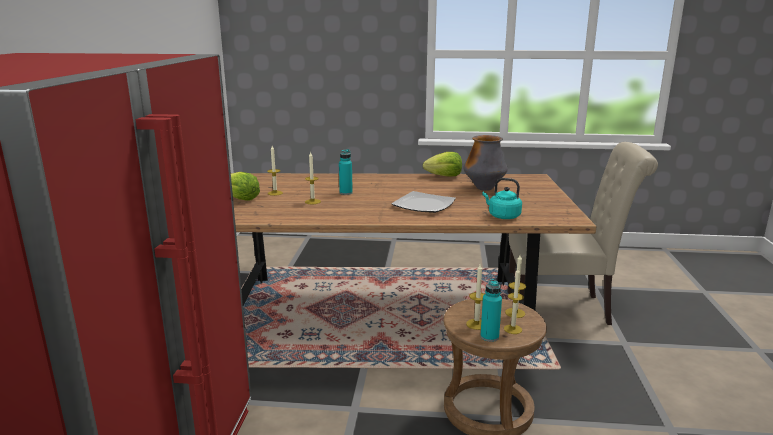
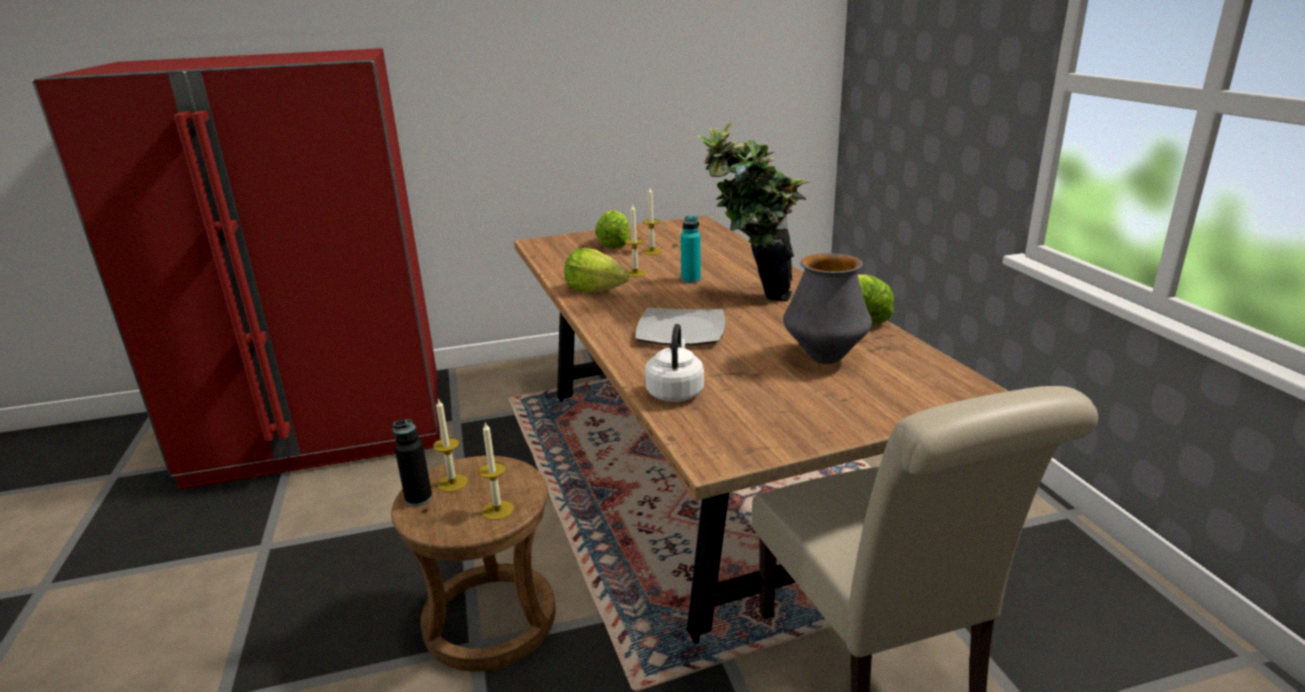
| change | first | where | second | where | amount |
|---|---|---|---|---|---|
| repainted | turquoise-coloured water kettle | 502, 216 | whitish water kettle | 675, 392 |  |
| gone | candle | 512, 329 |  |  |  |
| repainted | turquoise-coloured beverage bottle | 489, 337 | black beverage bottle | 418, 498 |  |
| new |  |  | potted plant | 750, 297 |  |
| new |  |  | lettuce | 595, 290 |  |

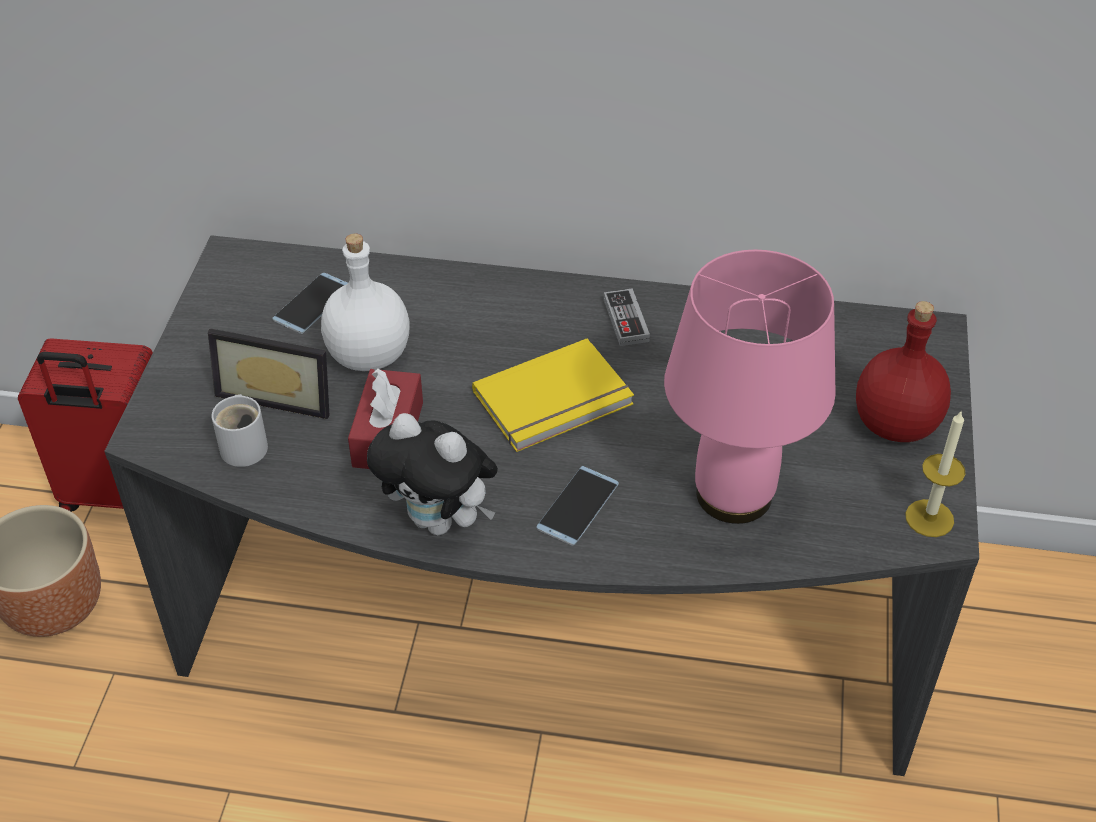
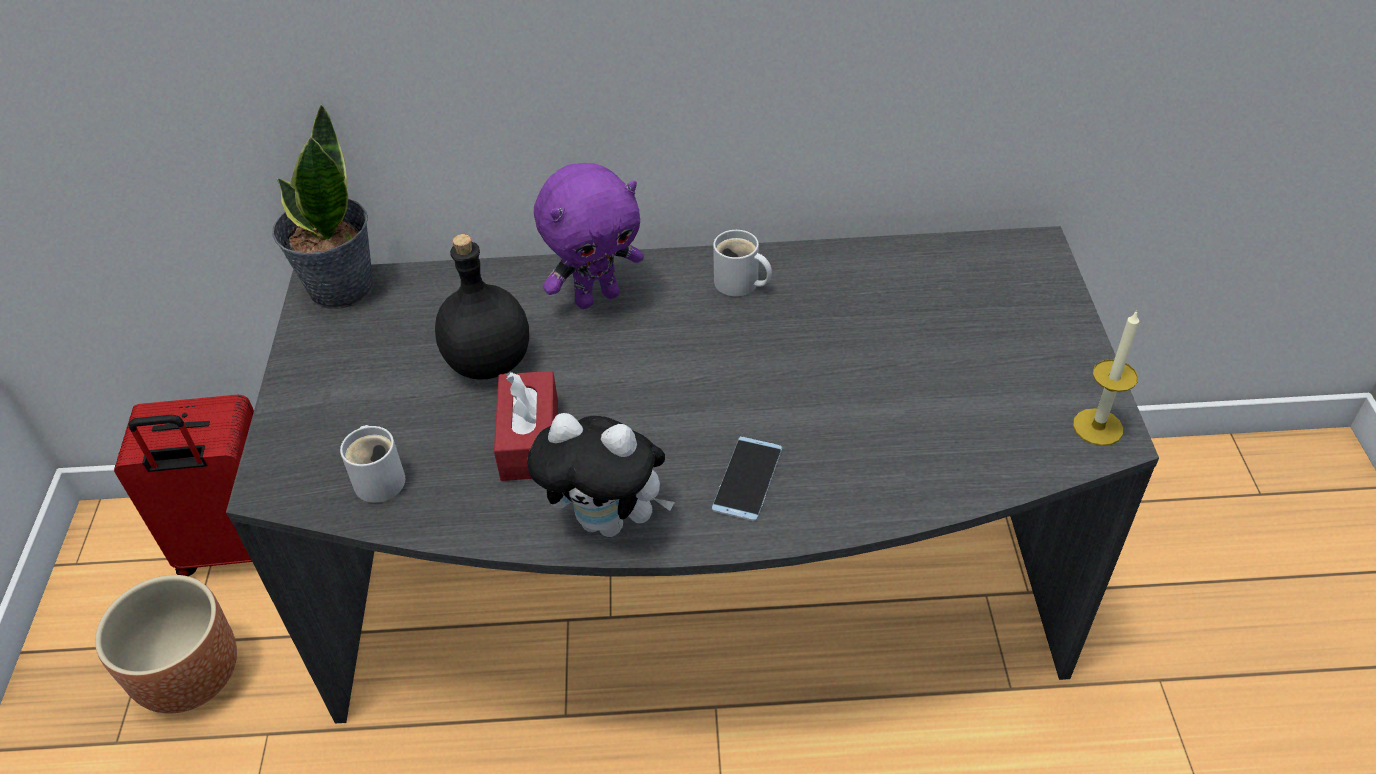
| change | first | where | second | where | amount |
|---|---|---|---|---|---|
| repainted | whitish beverage bottle | 367, 355 | black beverage bottle | 487, 362 |  |
| gone | pinkish lamp for a table | 732, 494 |  |  |  |
| gone | phone | 313, 303 |  |  |  |
| swapped | joypad | 626, 320 | whitish coffee mug | 739, 284 |  |
| gone | red beverage bottle | 896, 423 |  |  |  |
| gone | picture frame | 279, 392 |  |  |  |
| gone | yellow-coloured bound book | 555, 401 |  |  |  |
| new |  |  | potted plant | 340, 287 |  |
| new |  |  | purplish soft toy | 597, 297 |  |

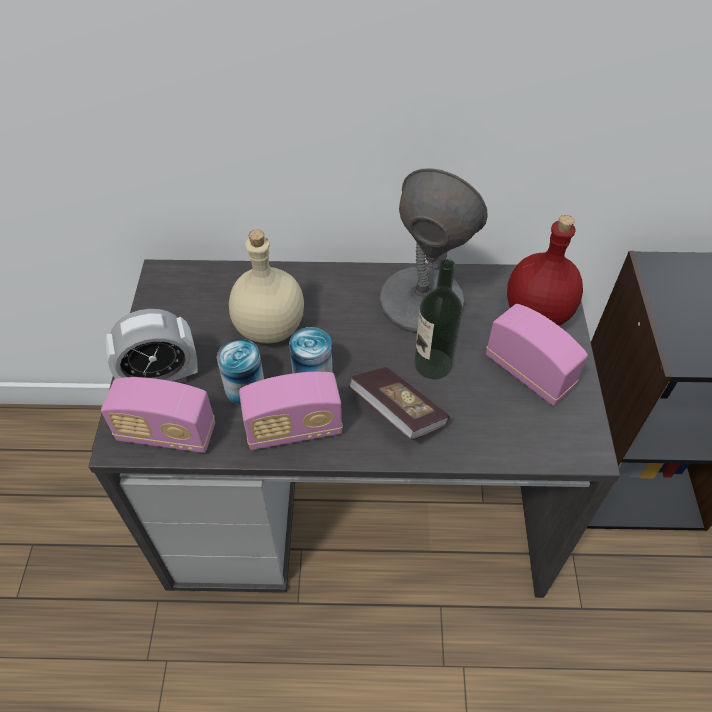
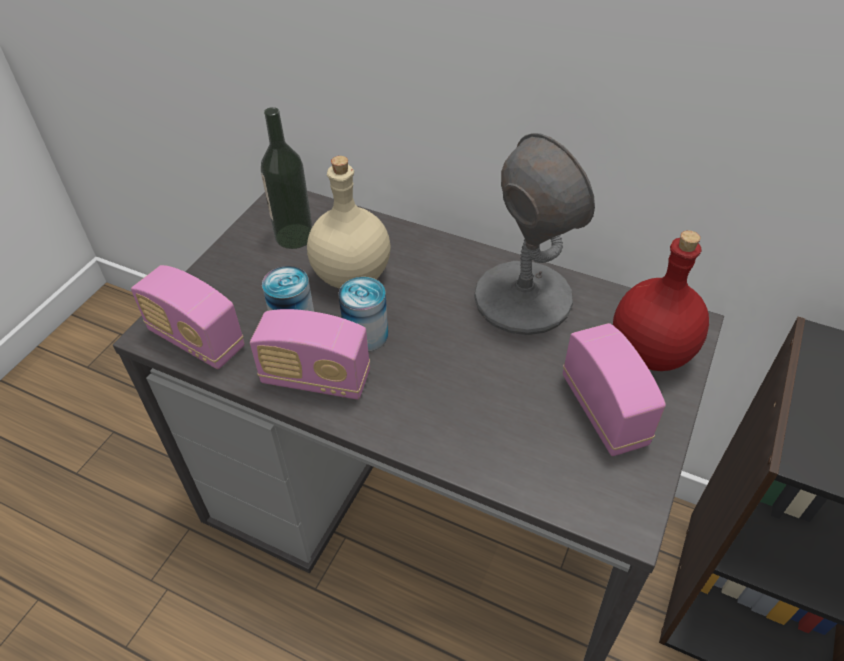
| change | first | where | second | where | amount |
|---|---|---|---|---|---|
| shifted | beverage bottle | 433, 364 |  | 294, 236 |  |
| gone | alarm clock | 161, 377 |  |  |  |
| gone | bound book | 397, 412 |  |  |  |

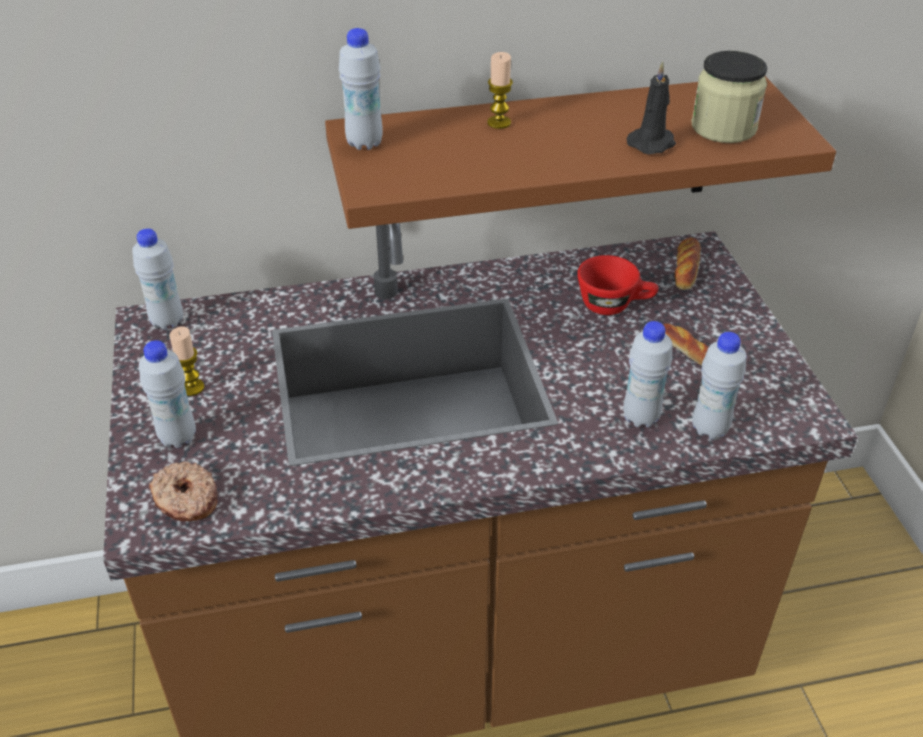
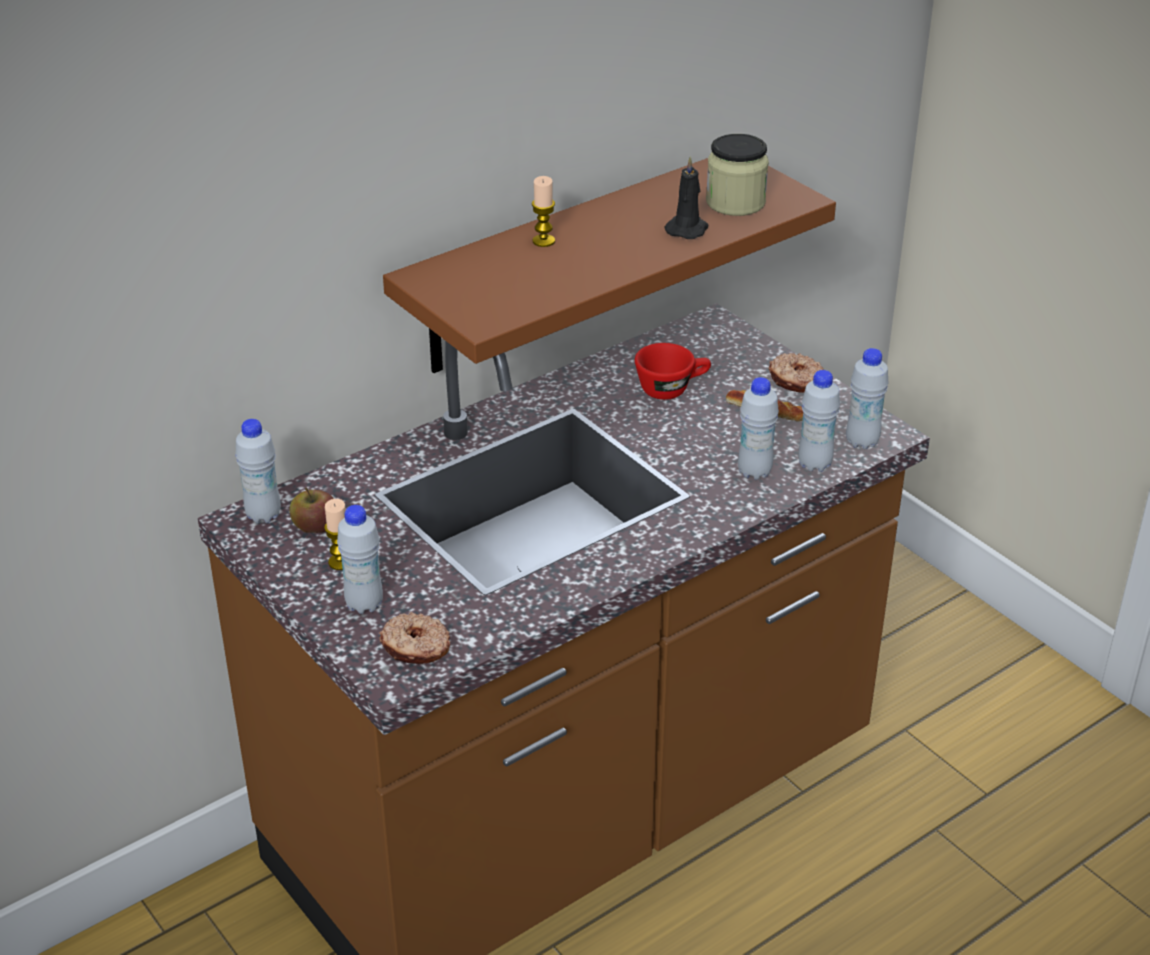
| change | first | where | second | where | amount |
|---|---|---|---|---|---|
| shifted | whitish beverage bottle | 364, 143 |  | 862, 442 |  |
| gone | bakery bread | 686, 268 |  |  |  |
| new |  |  | ring doughnut | 796, 381 |  |
| new |  |  | whole apple | 315, 527 |  |

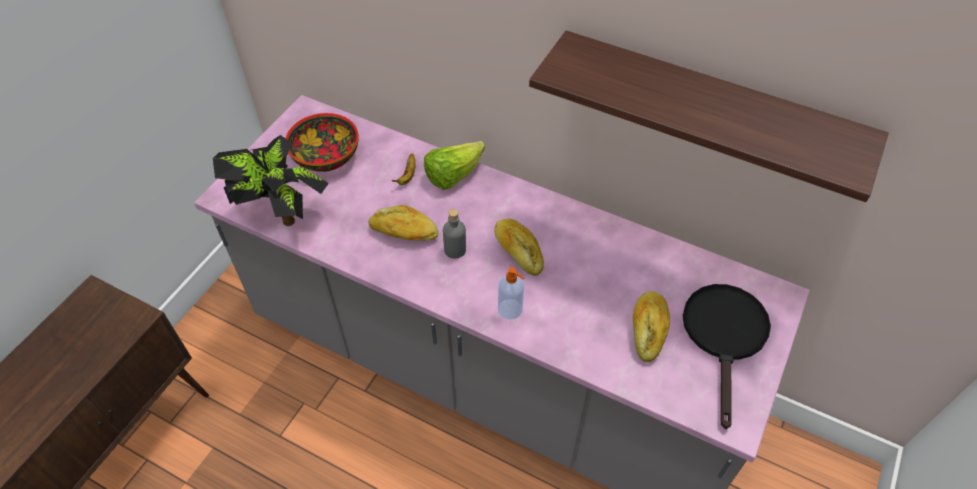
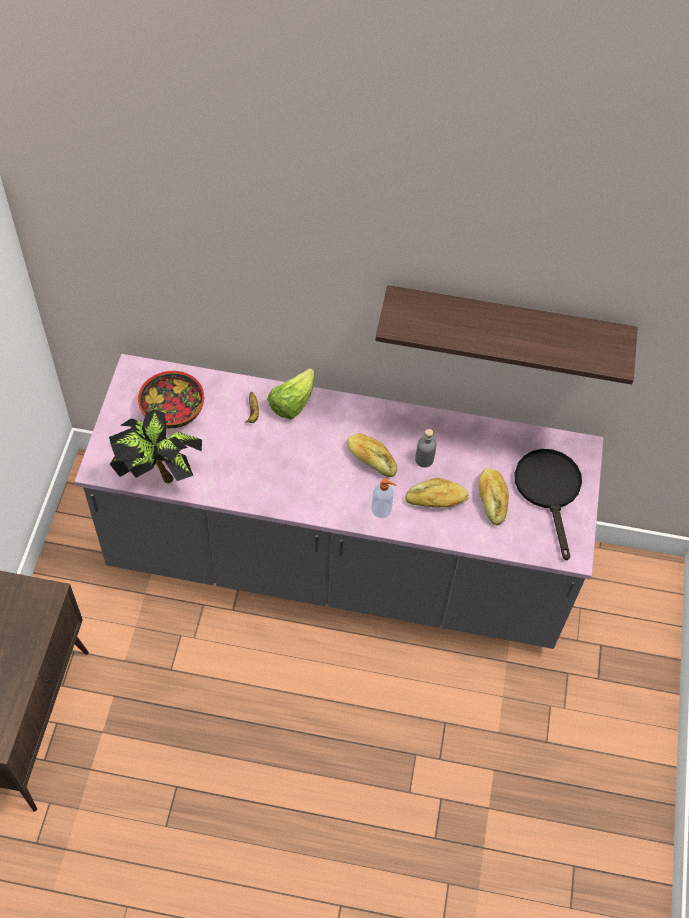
| change | first | where | second | where | amount |
|---|---|---|---|---|---|
| shifted | bakery bread | 404, 232 |  | 436, 500 |  |
| shifted | grey beverage bottle | 455, 250 |  | 424, 459 |  |

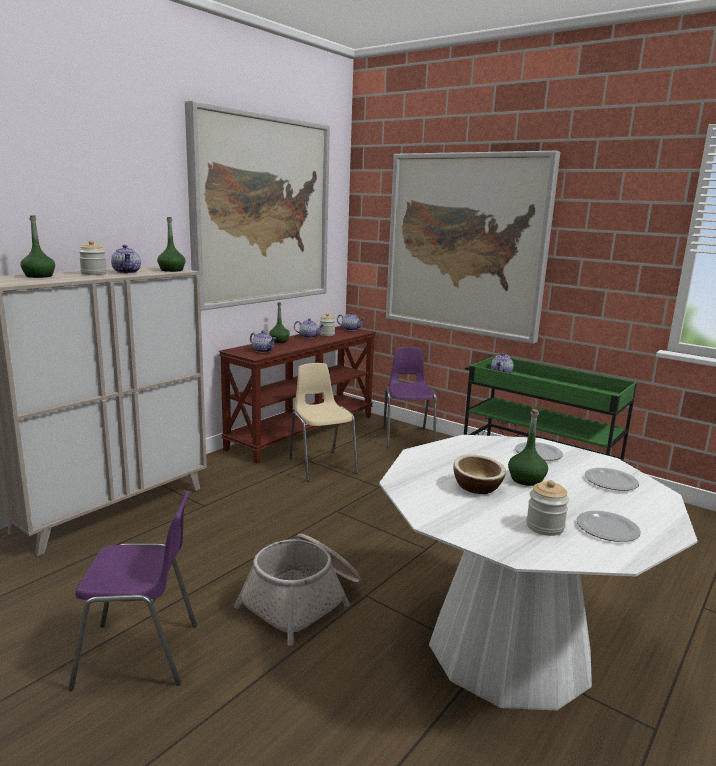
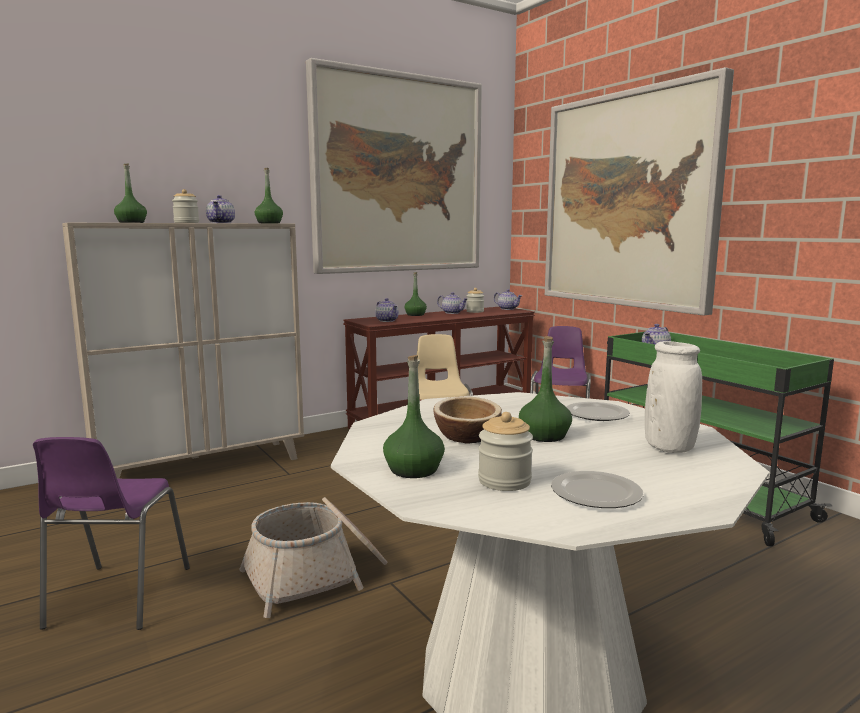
| change | first | where | second | where | amount |
|---|---|---|---|---|---|
| swapped | flat dish | 610, 481 | whitish flower vase | 669, 448 |  |
| rotated | purplish upright chair | 141, 655 |  | 116, 598 | 75 degrees clockwise |
| new |  |  | greenish beverage bottle | 413, 470 |  |

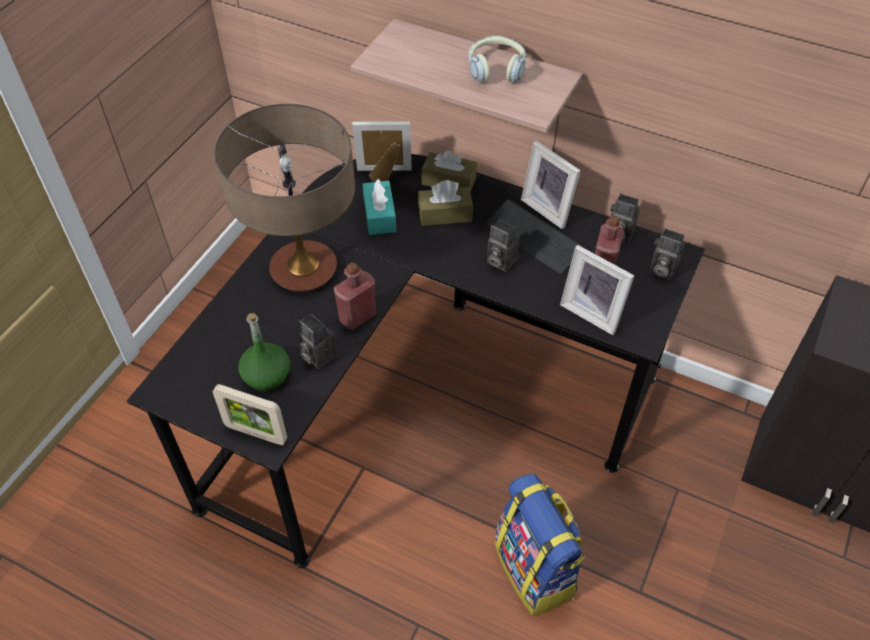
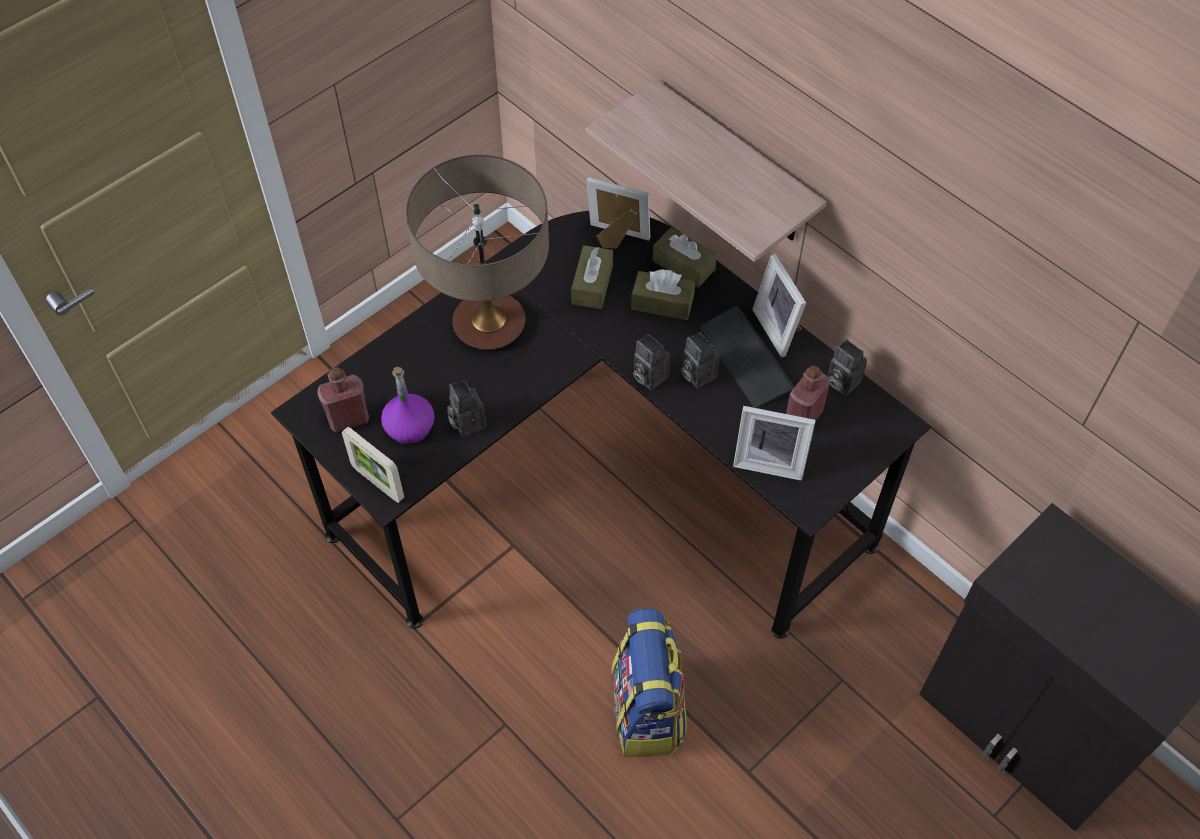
| change | first | where | second | where | amount |
|---|---|---|---|---|---|
| gone | pair of headphones | 496, 68 |  |  |  |
| repainted | turquoise-coloured tissue holder | 379, 215 | brownish tissue holder | 592, 285 |  |
| shifted | still camera | 661, 269 |  | 648, 376 |  |
| rotated | picture frame | 593, 311 |  | 769, 461 | 45 degrees counterclockwise |
| shifted | red beverage bottle | 357, 317 |  | 348, 419 |  |
| repainted | greenish beverage bottle | 267, 375 | purplish beverage bottle | 410, 427 |  |

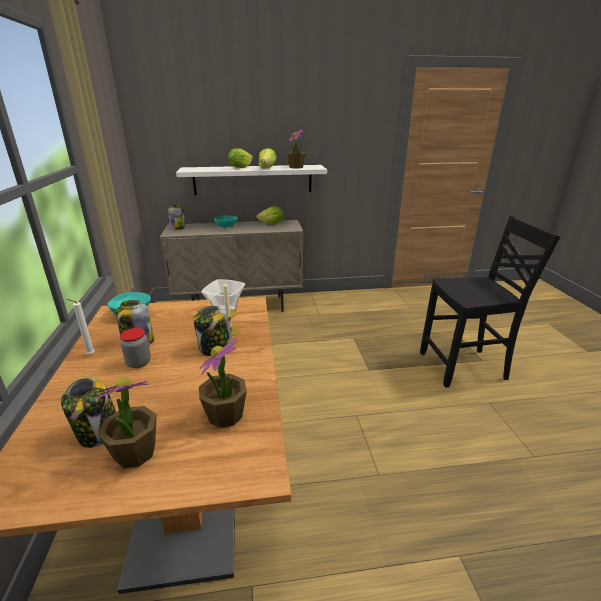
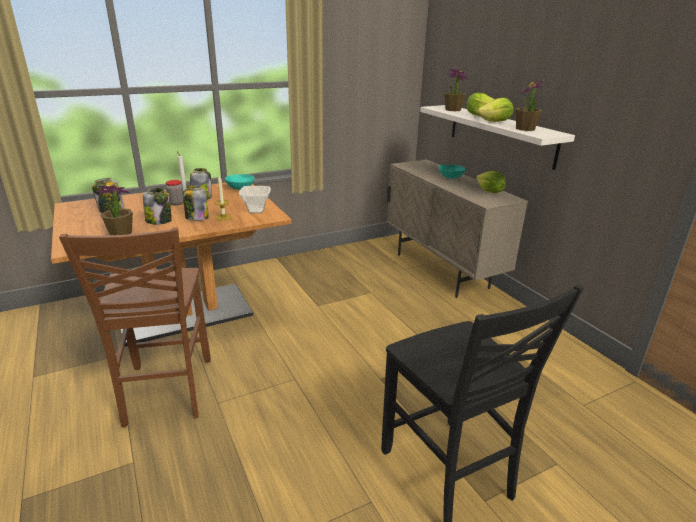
| change | first | where | second | where | amount |
|---|---|---|---|---|---|
| shifted | storage jar | 177, 228 |  | 159, 220 |  |
| shifted | potted plant | 135, 453 |  | 453, 110 |  |
| new |  |  | brownish upright chair | 166, 392 |  |

